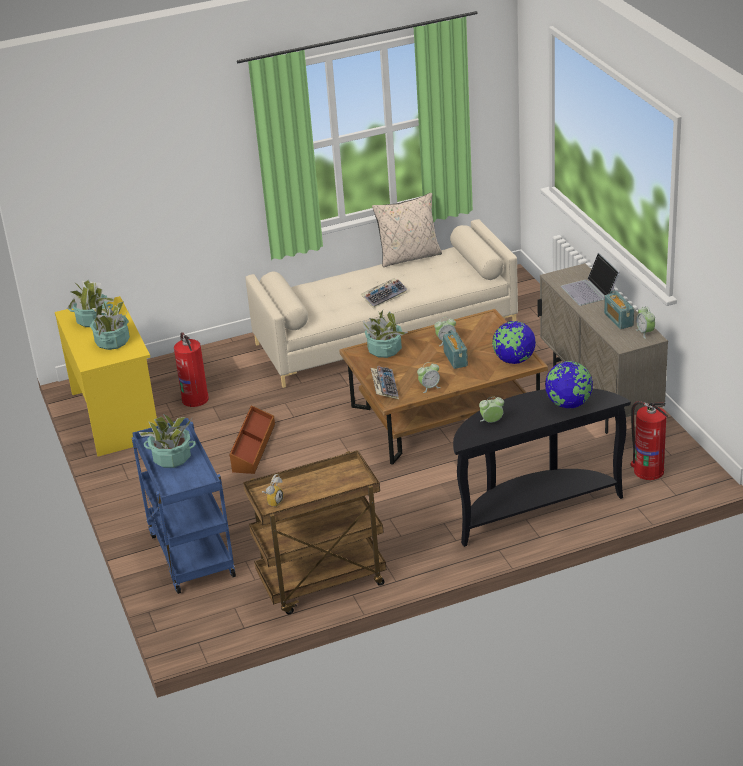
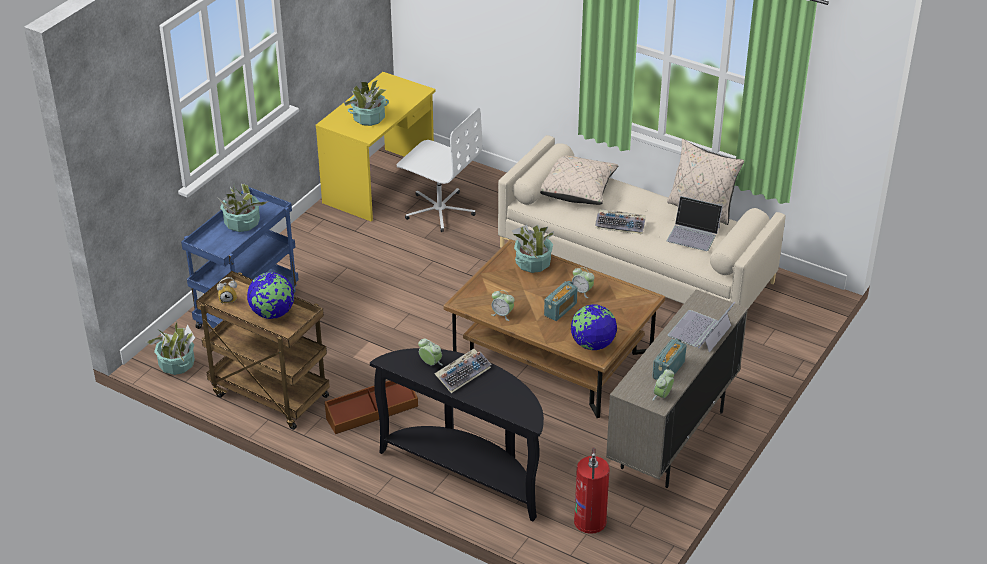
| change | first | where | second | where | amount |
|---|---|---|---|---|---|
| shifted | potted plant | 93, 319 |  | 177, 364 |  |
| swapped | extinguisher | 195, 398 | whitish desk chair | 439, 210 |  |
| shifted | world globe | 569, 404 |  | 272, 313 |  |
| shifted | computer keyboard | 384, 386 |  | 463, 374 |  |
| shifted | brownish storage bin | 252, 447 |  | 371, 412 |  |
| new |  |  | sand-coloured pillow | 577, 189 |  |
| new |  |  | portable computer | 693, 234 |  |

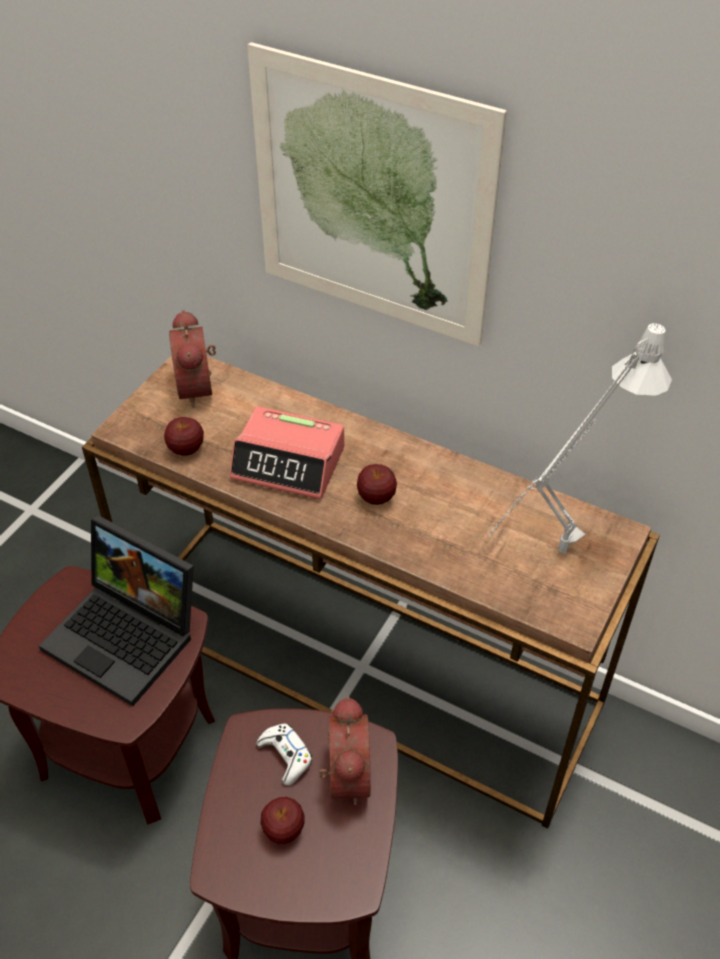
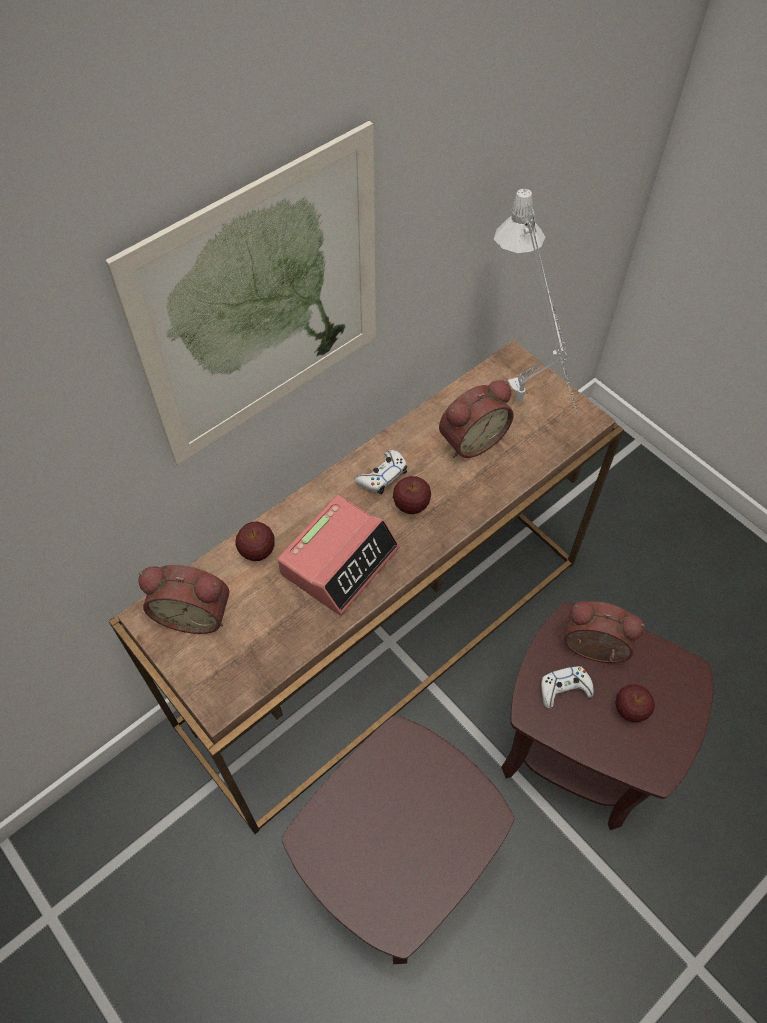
| change | first | where | second | where | amount |
|---|---|---|---|---|---|
| shifted | whole apple | 186, 449 |  | 258, 551 |  |
| gone | portable computer | 128, 636 |  |  |  |
| new |  |  | alarm clock | 470, 439 |  |
| new |  |  | whitish joypad | 382, 476 |  |

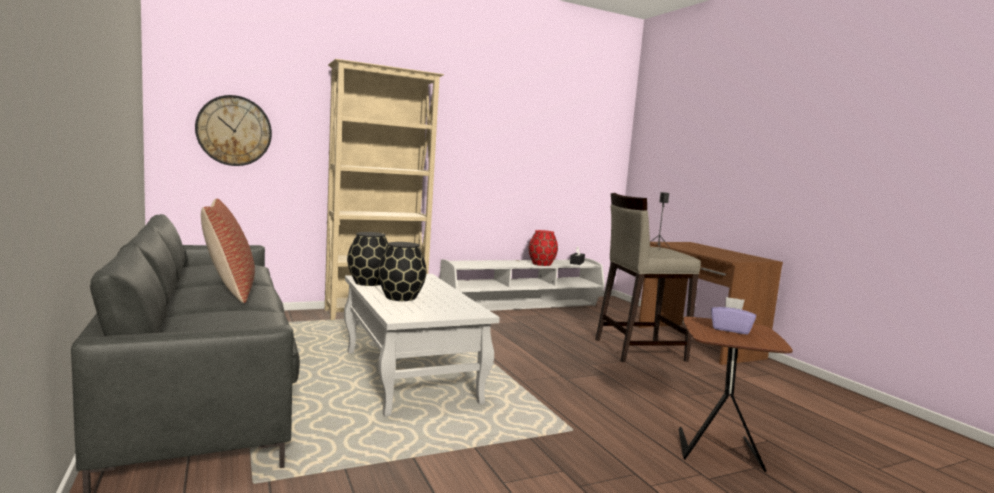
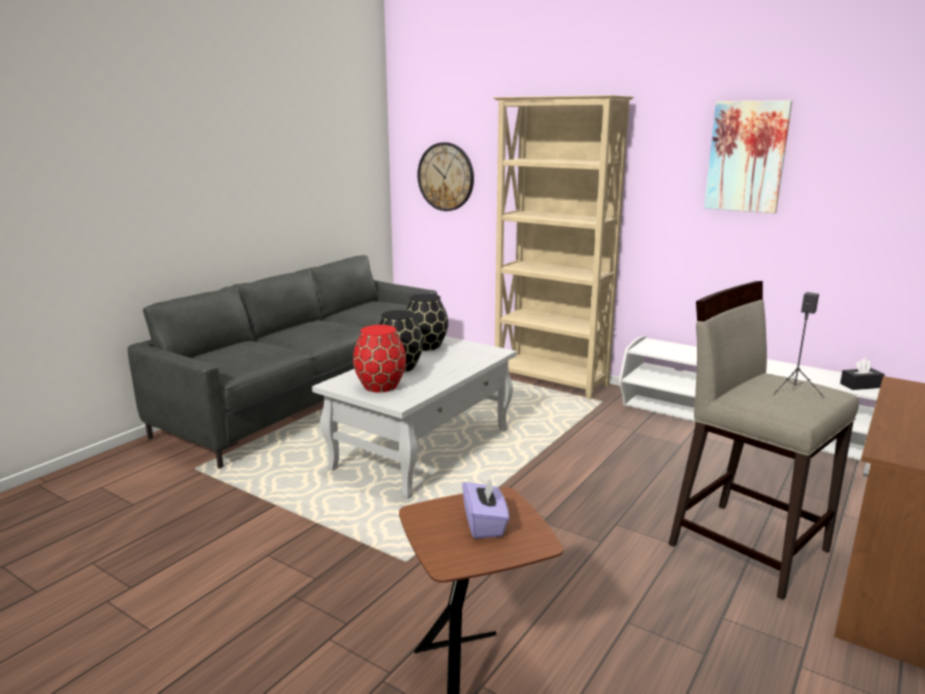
| change | first | where | second | where | amount |
|---|---|---|---|---|---|
| gone | pillow | 229, 291 |  |  |  |
| shifted | red flower vase | 542, 264 |  | 380, 386 |  |
| new |  |  | picture | 746, 156 |  |

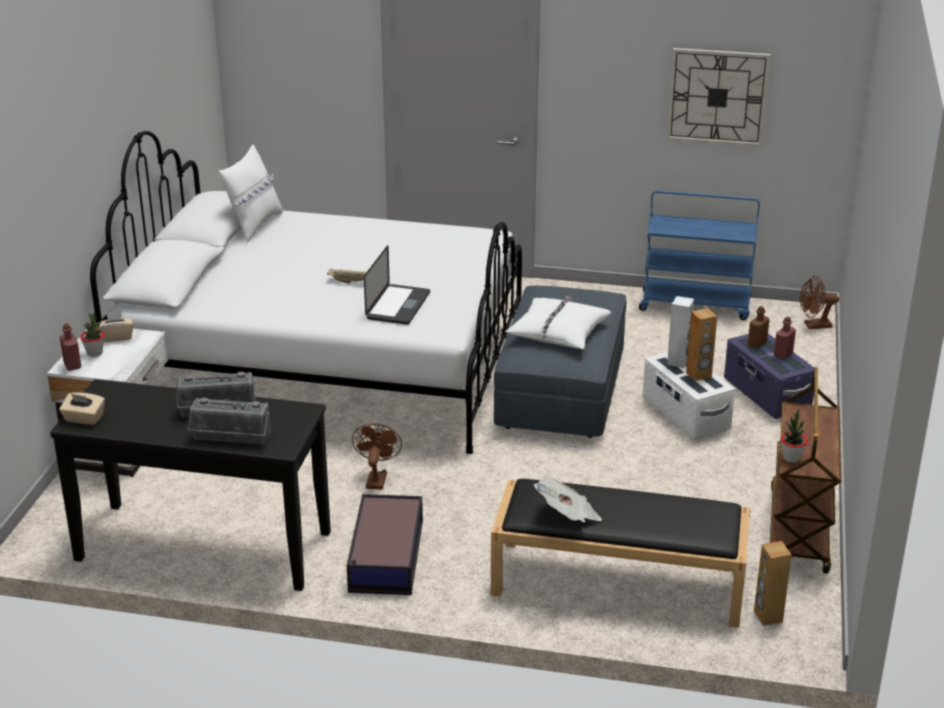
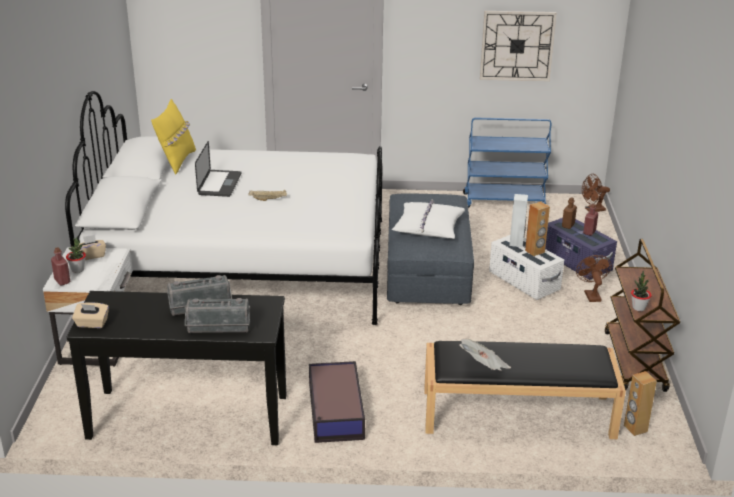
| change | first | where | second | where | amount |
|---|---|---|---|---|---|
| repainted | whitish pillow | 254, 225 | yellow-coloured pillow | 176, 161 |  |
| shifted | portable computer | 398, 306 |  | 219, 184 |  |
| shifted | brownish cooling fan | 376, 478 |  | 591, 295 |  |

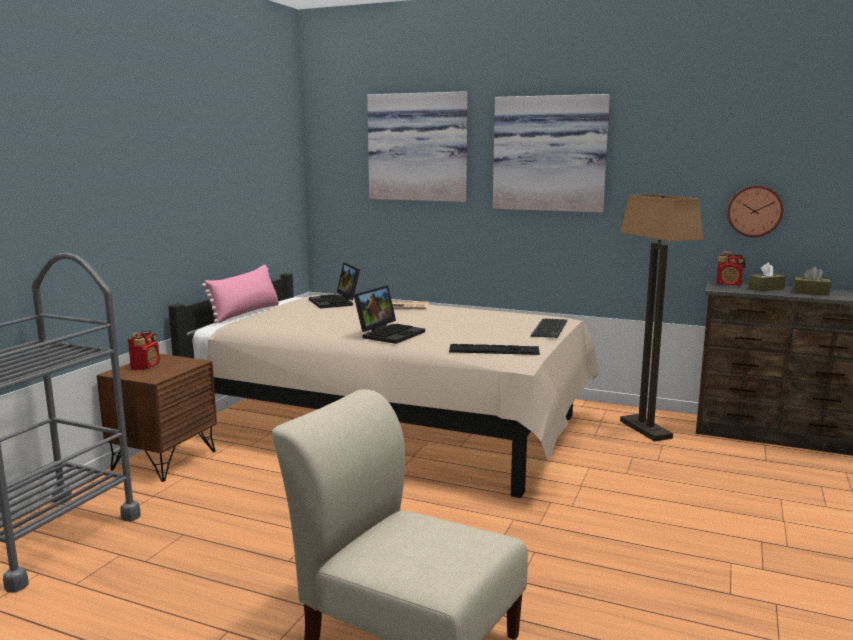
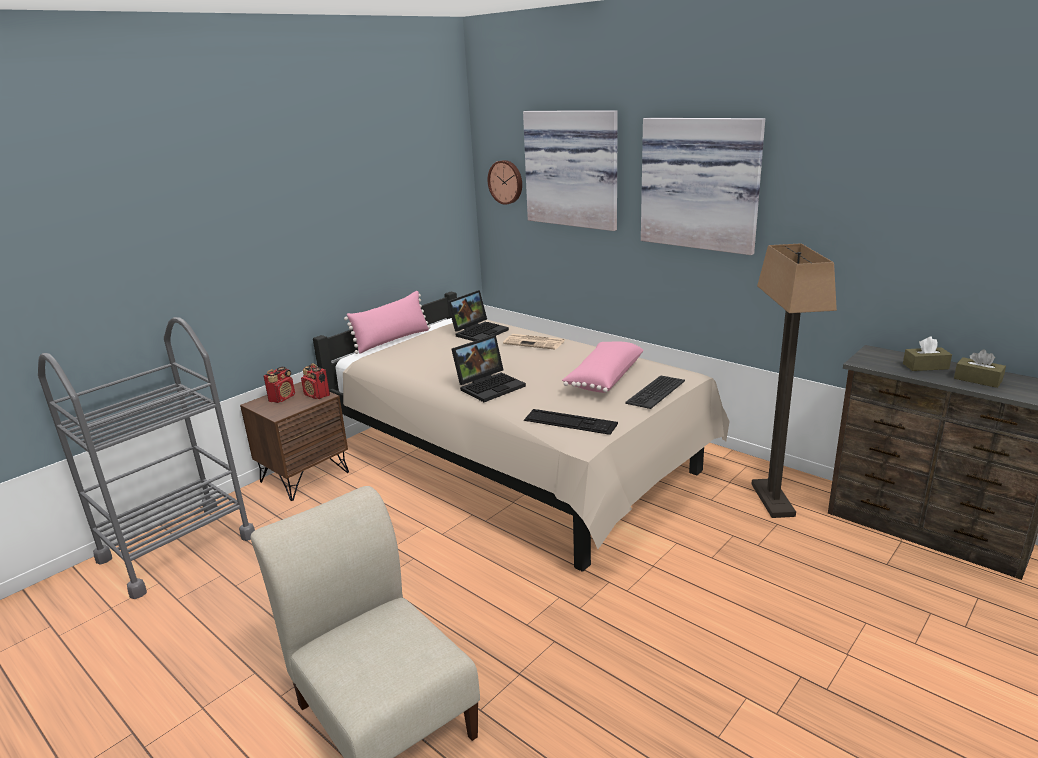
| change | first | where | second | where | amount |
|---|---|---|---|---|---|
| shifted | clock on the wall | 754, 211 |  | 506, 182 |  |
| shifted | radio set | 729, 284 |  | 317, 395 |  |
| rotated | portable computer | 336, 302 |  | 479, 331 | 135 degrees counterclockwise |
| new |  |  | pinkish pillow | 603, 378 |  |

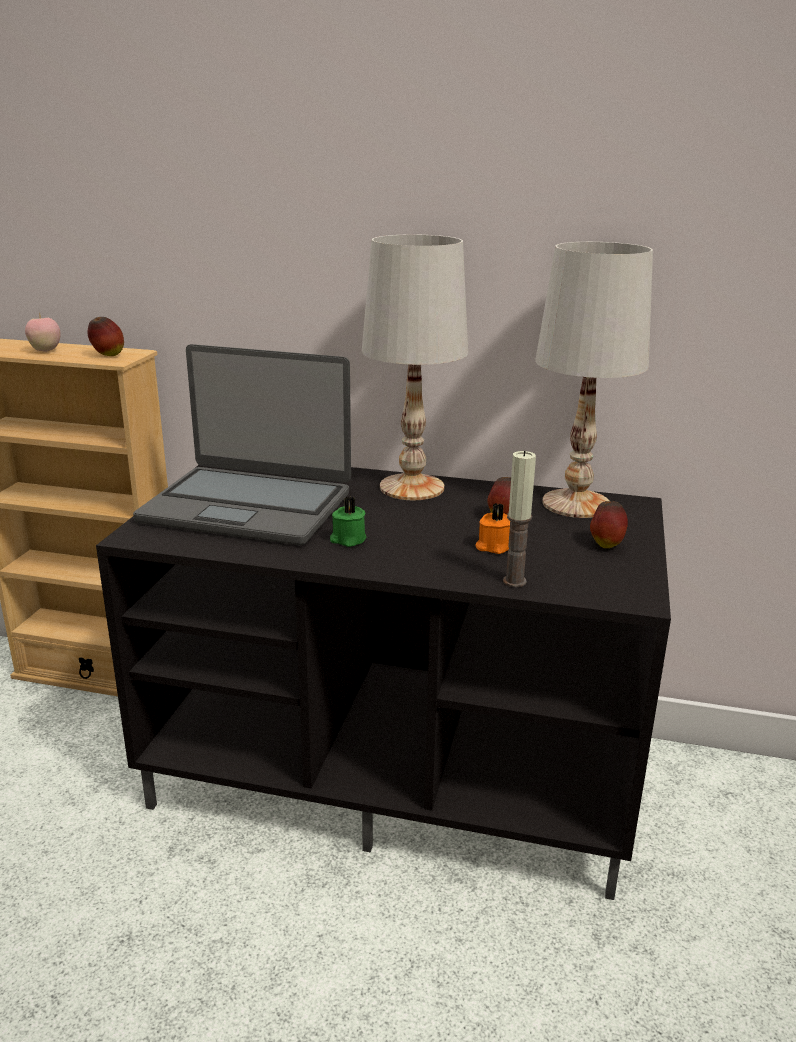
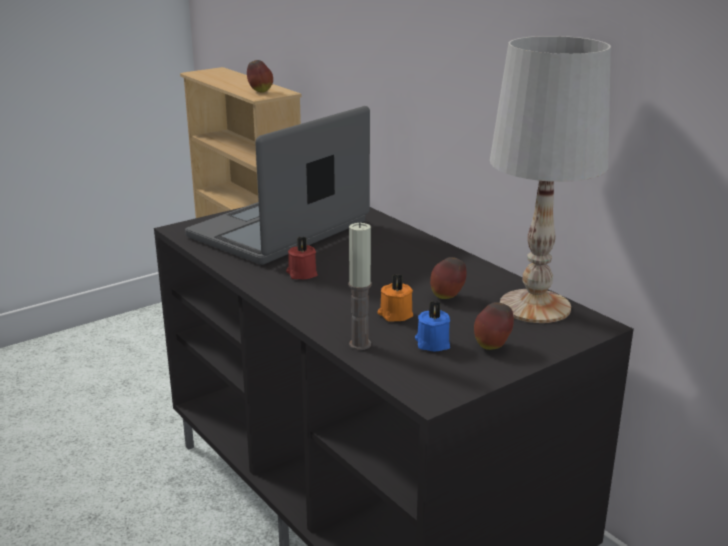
| change | first | where | second | where | amount |
|---|---|---|---|---|---|
| gone | whitish lamp for a table | 411, 487 |  |  |  |
| gone | whole apple | 45, 351 |  |  |  |
| rotated | portable computer | 248, 506 |  | 280, 230 | 75 degrees clockwise |
| repainted | greenish candle | 347, 539 | red candle | 301, 274 |  |
| new |  |  | bluish candle | 432, 343 |  |

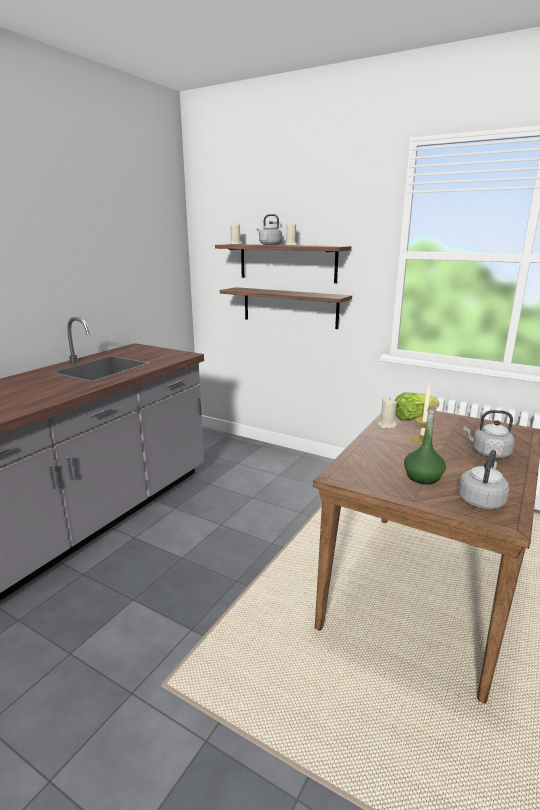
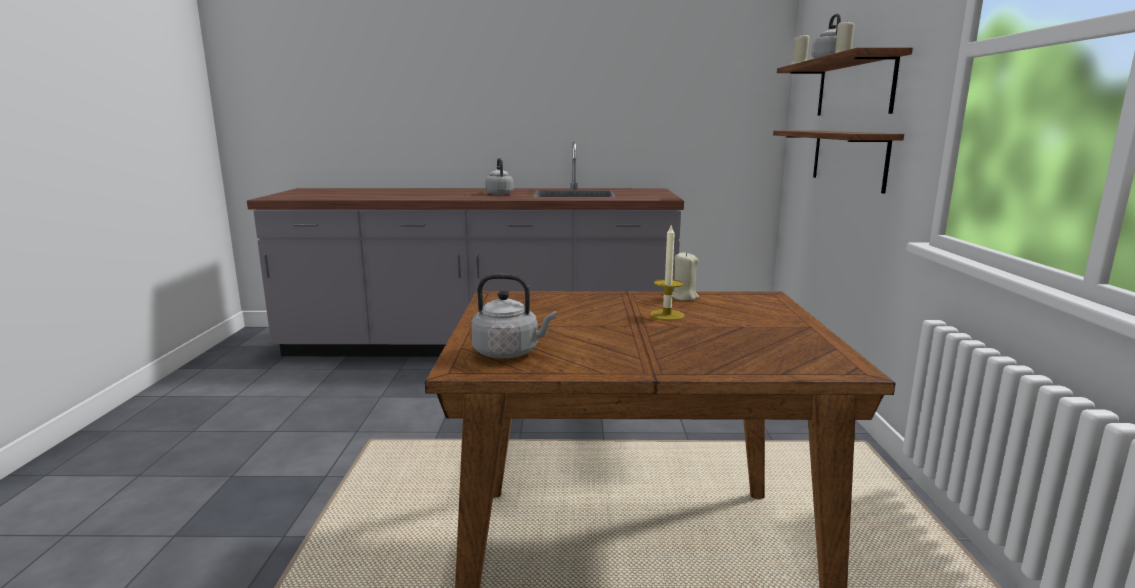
| change | first | where | second | where | amount |
|---|---|---|---|---|---|
| gone | lettuce | 413, 418 |  |  |  |
| gone | greenish beverage bottle | 423, 477 |  |  |  |
| shifted | grey water kettle | 488, 453 |  | 499, 194 |  |

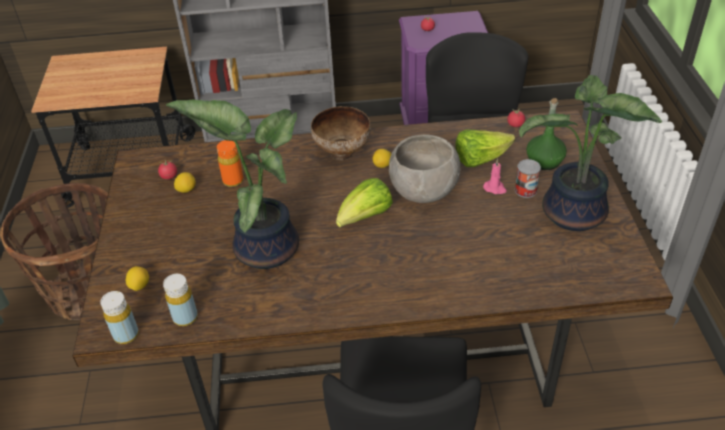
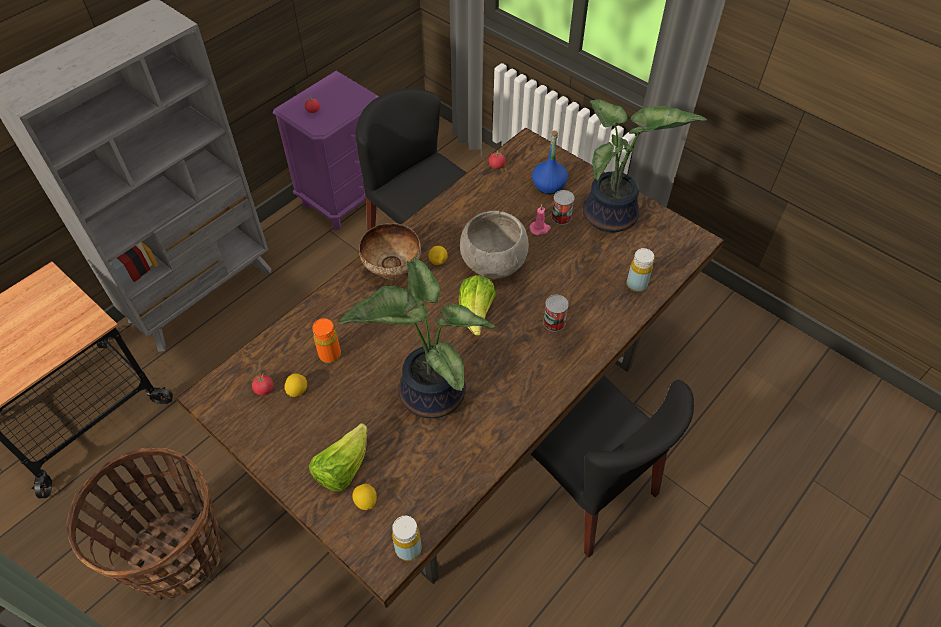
| change | first | where | second | where | amount |
|---|---|---|---|---|---|
| repainted | greenish beverage bottle | 544, 161 | bluish beverage bottle | 549, 185 |  |
| shifted | lettuce | 480, 159 |  | 342, 468 |  |
| shifted | yellow-coloured beverage bottle | 185, 317 |  | 636, 285 |  |
| new |  |  | can | 554, 322 |  |

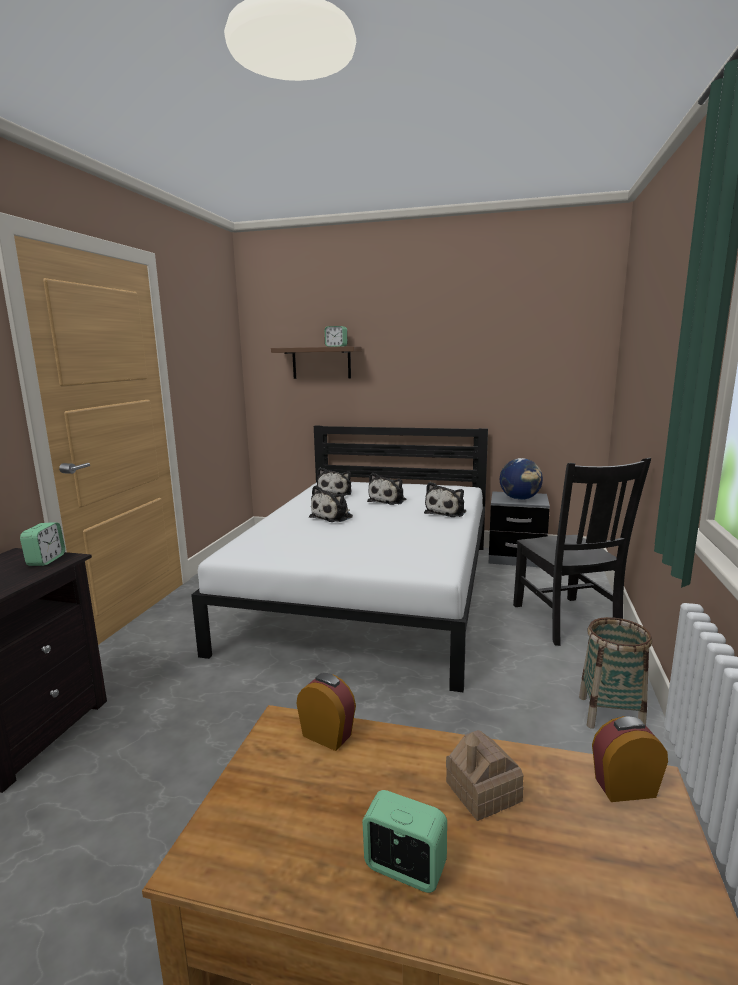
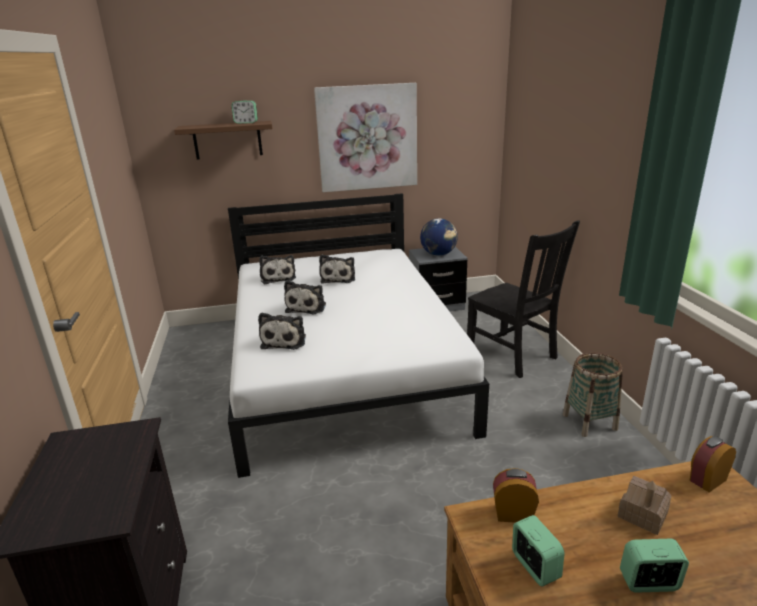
| change | first | where | second | where | amount |
|---|---|---|---|---|---|
| shifted | soft toy | 447, 512 |  | 285, 341 |  |
| shifted | alarm clock | 46, 560 |  | 535, 566 |  |
| new |  |  | picture | 367, 138 |  |

